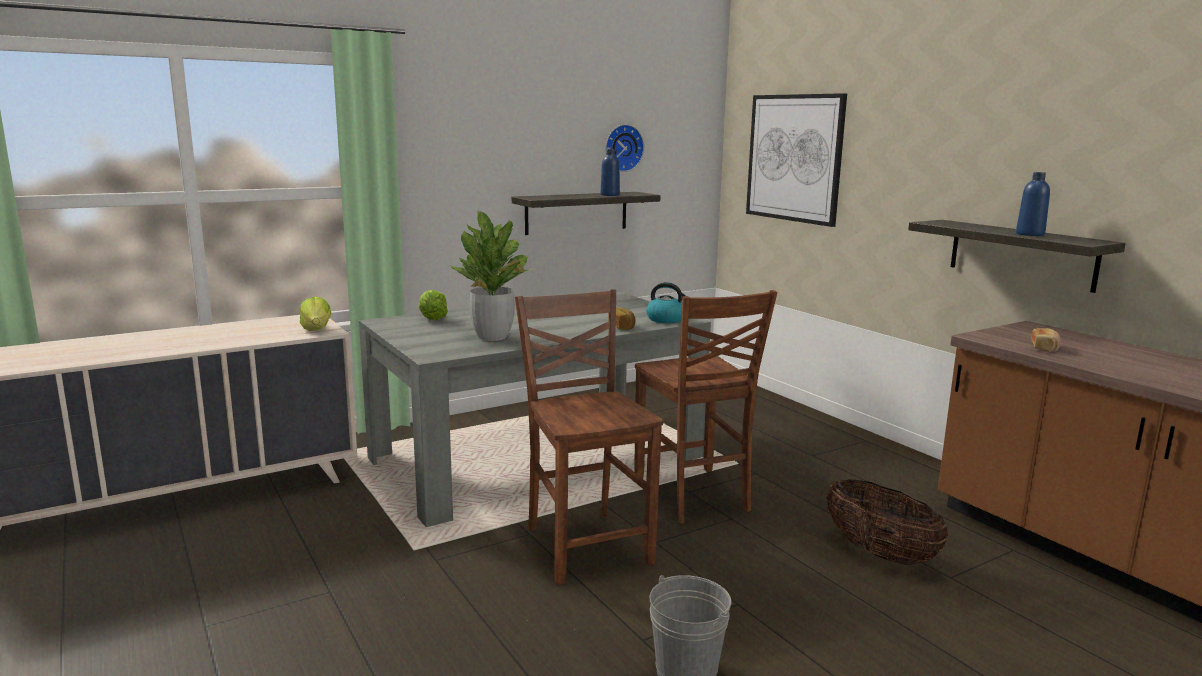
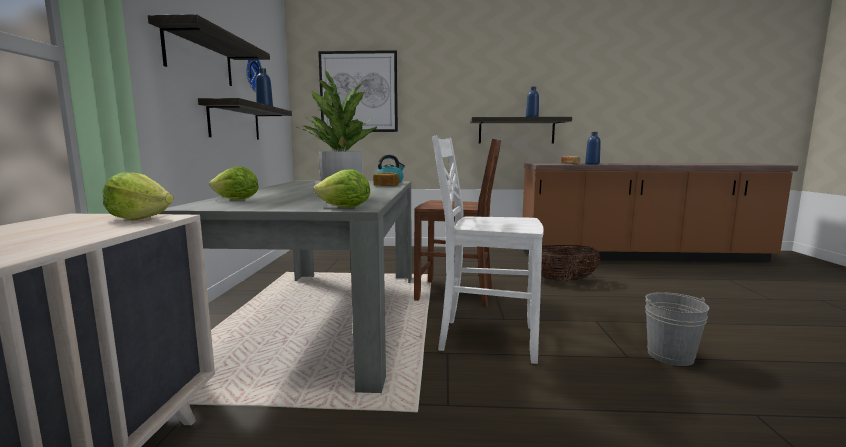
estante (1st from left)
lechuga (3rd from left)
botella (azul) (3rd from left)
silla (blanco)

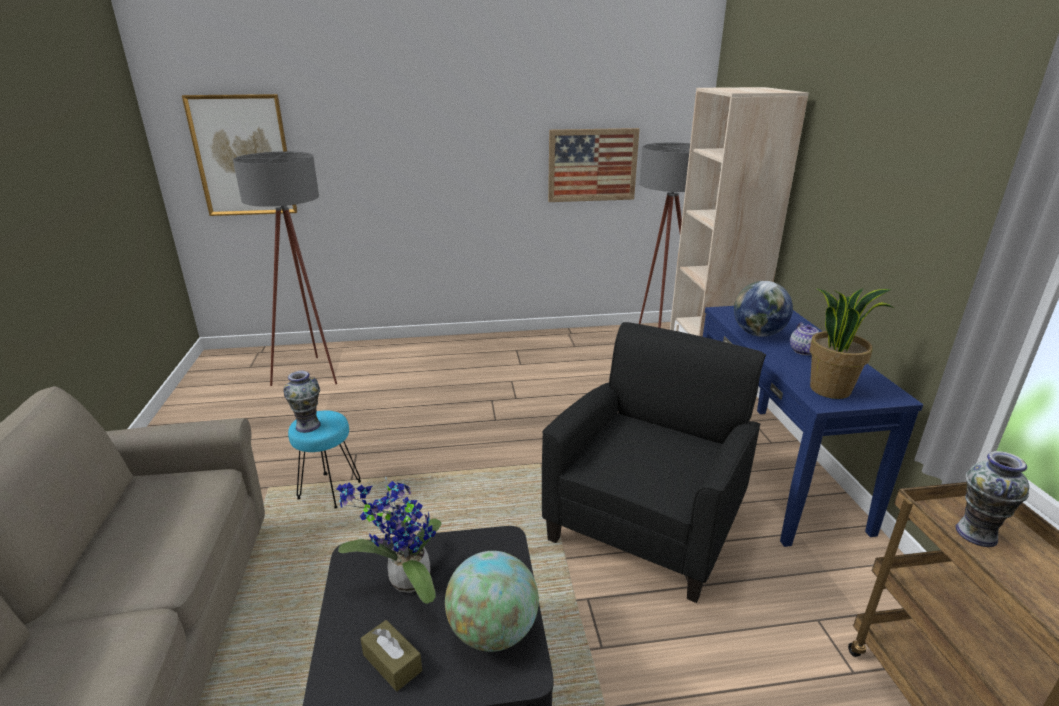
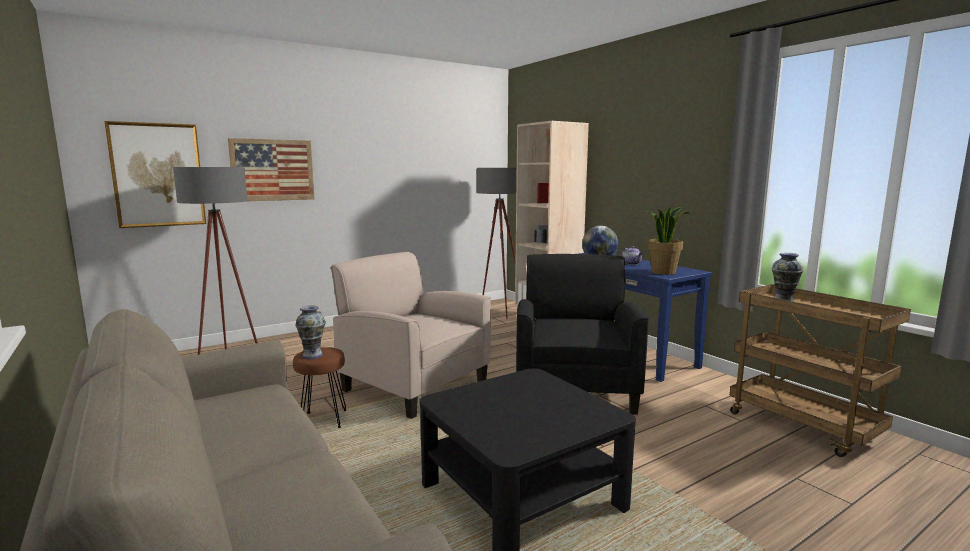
planta en maceta (1st from left in the first image)
caja de pañuelos (marrón)
globo terráqueo (1st from left in the first image)
sillón (beis)
cuadro (2nd from left)
taburete (marrón)

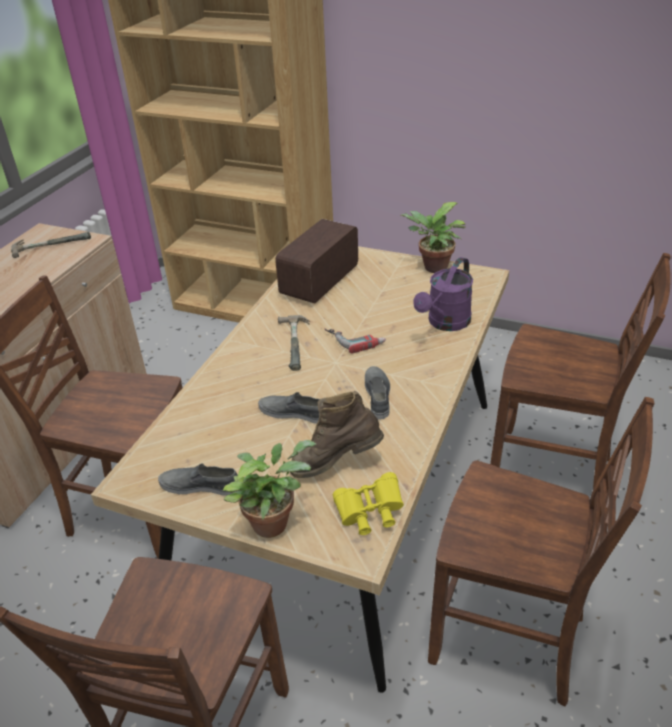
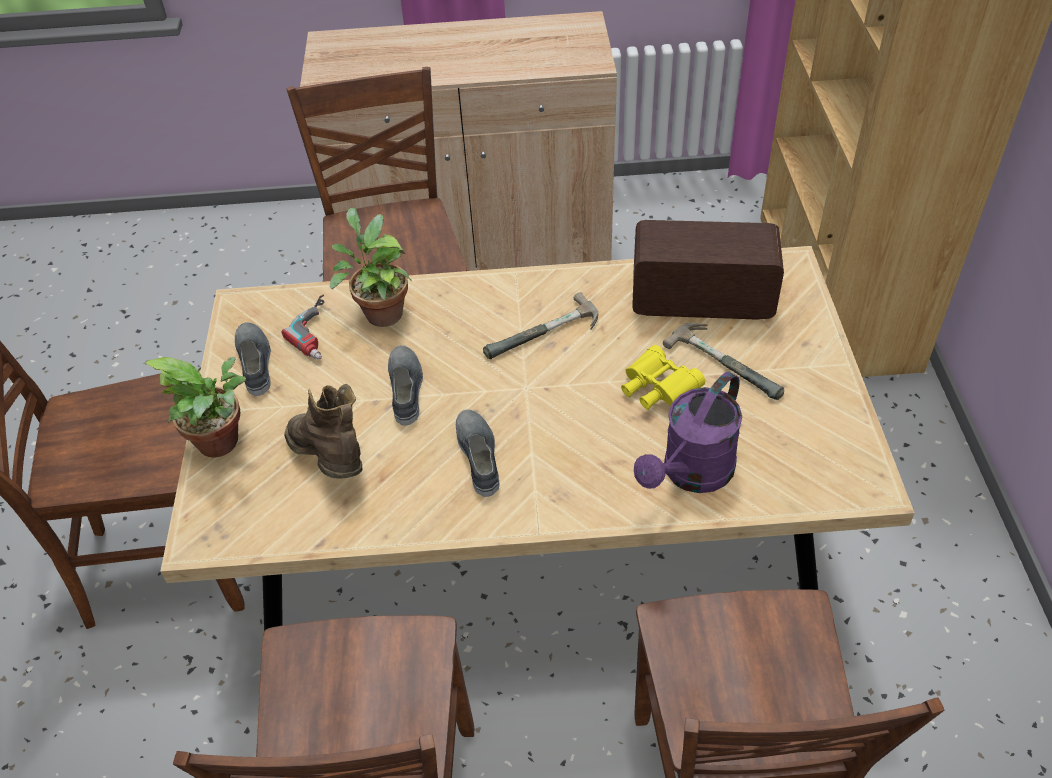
martillo (2nd from left)
taladro
prismáticos (amarillo)
planta en maceta (2nd from left)
zapato (gris) (3rd from left)
regadera (morado)

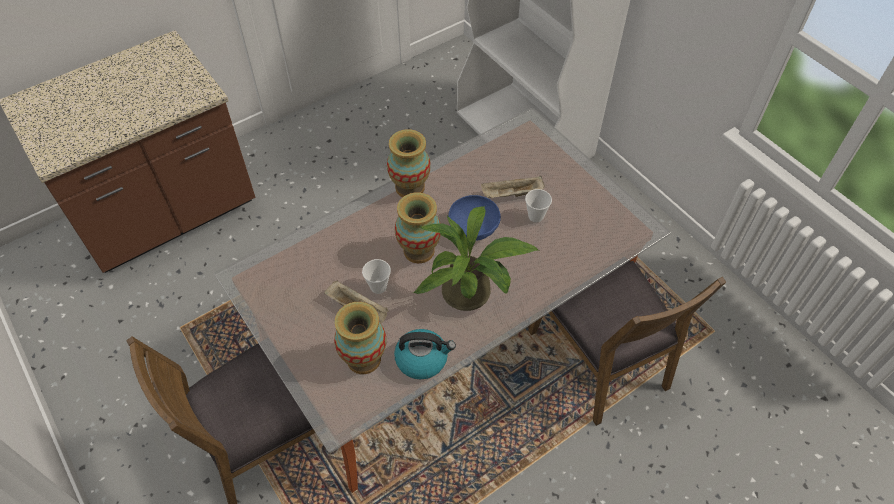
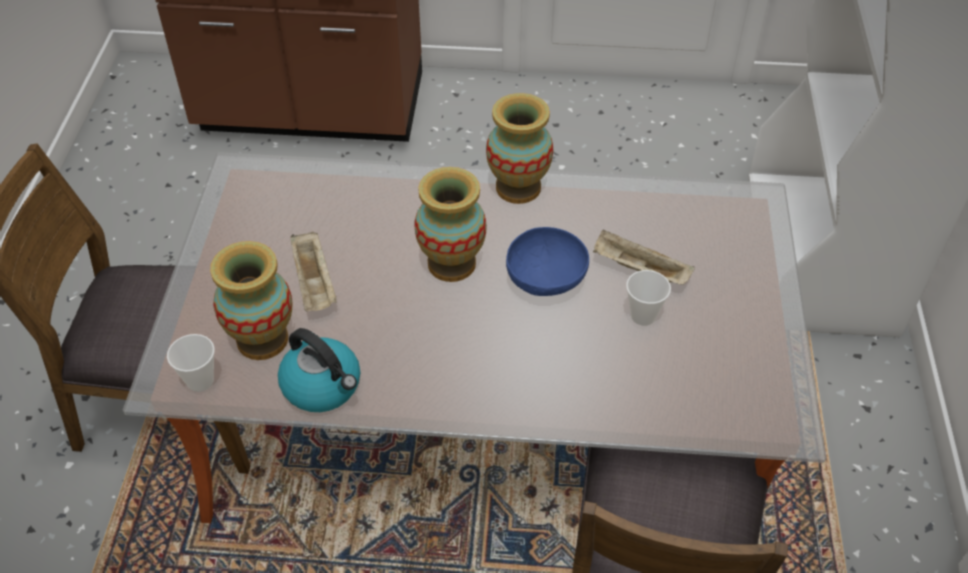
planta en maceta
taza (1st from left)

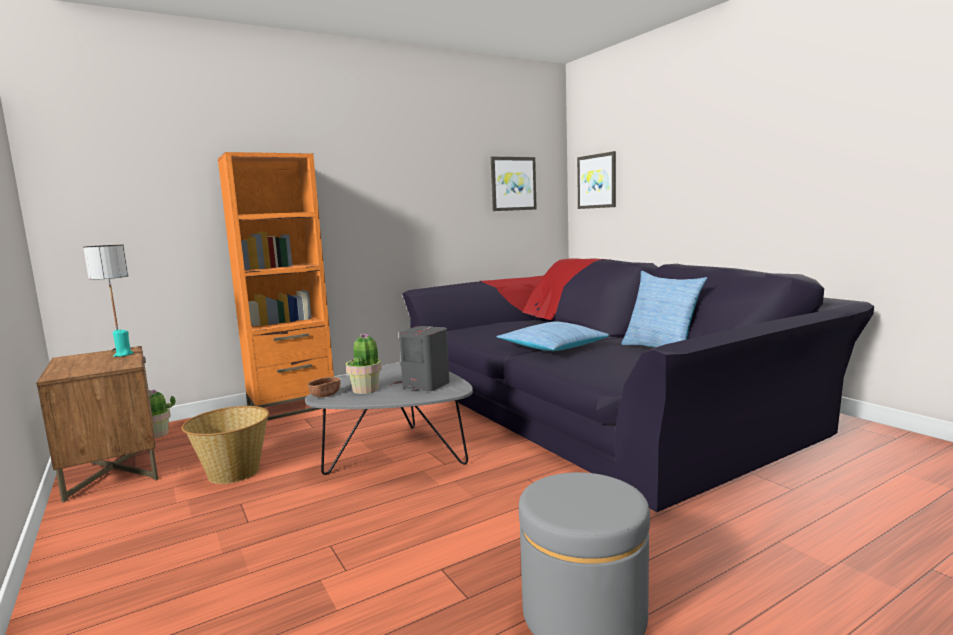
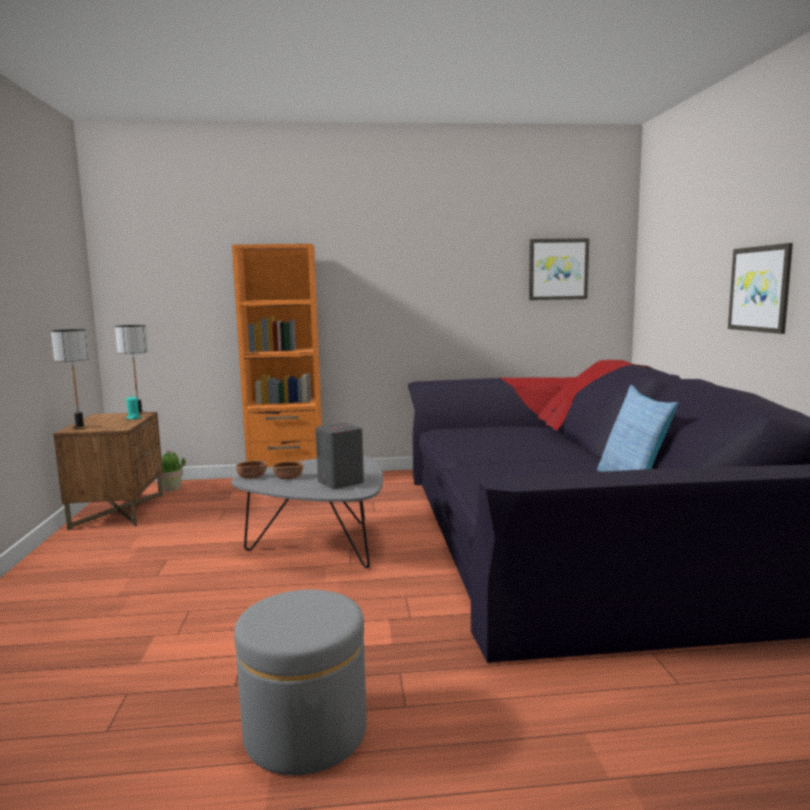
cesta
cojín (1st from left in the first image)
lámpara de mesa (1st from left)
cuadro (2nd from left)
cuenco (marrón) (2nd from left)

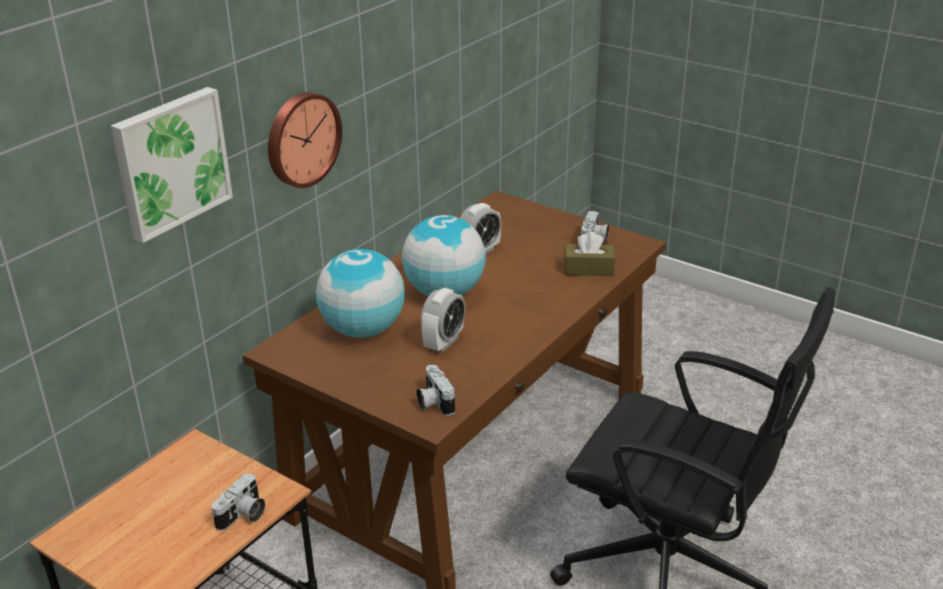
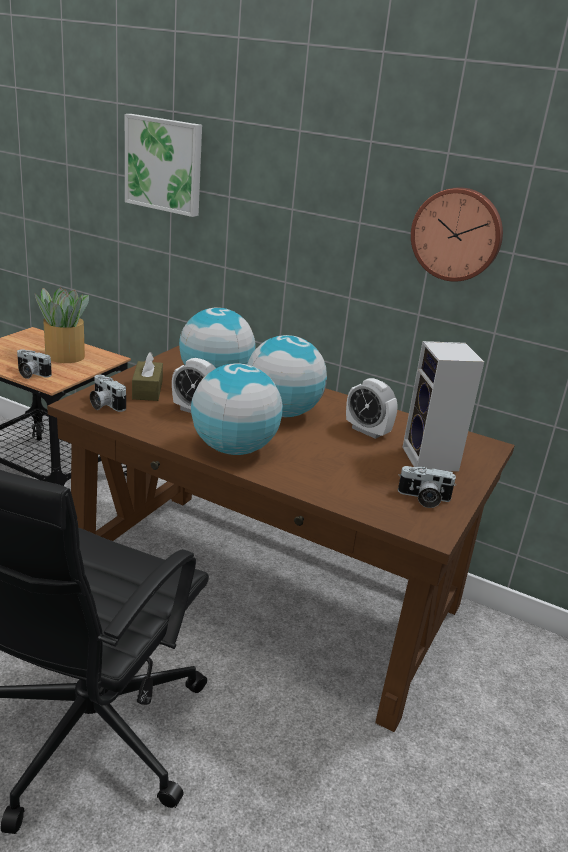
planta en maceta
globo terráqueo (2nd from left)
altavoz
reloj de pared
caja de pañuelos (marrón)
cámara (2nd from left)

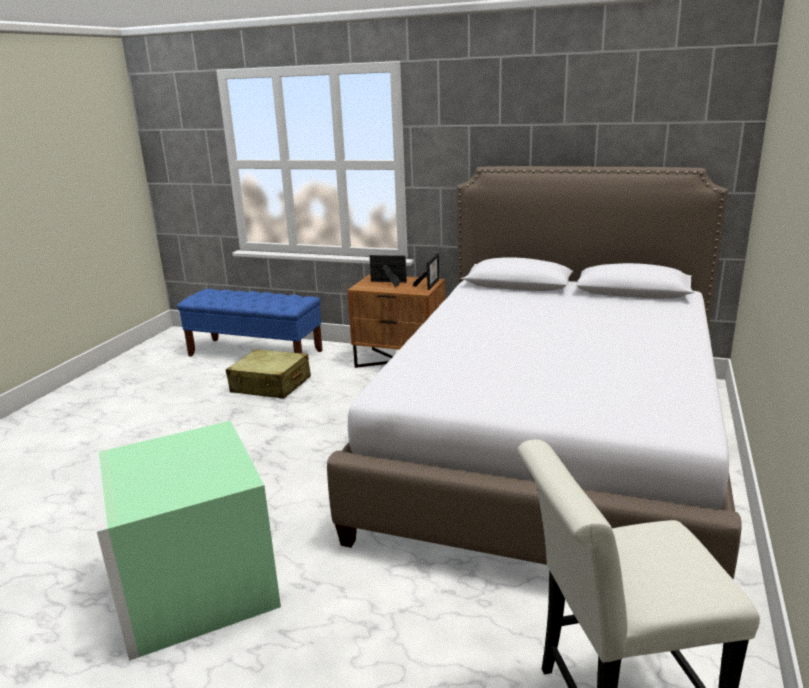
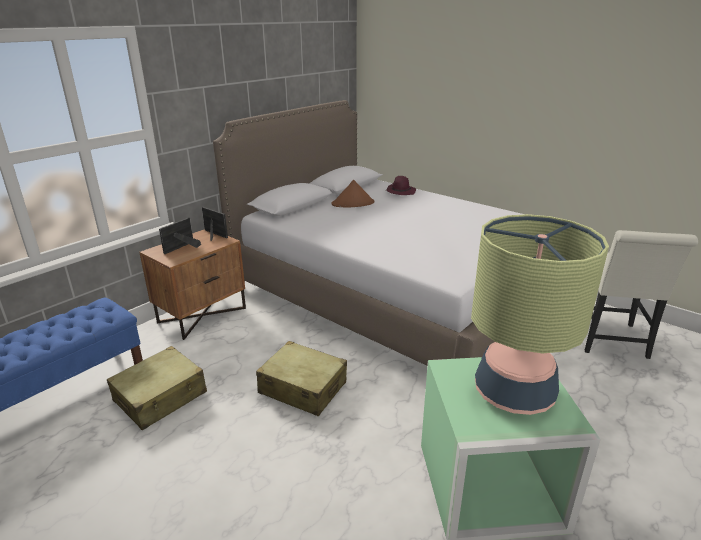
maleta (beis) (2nd from left)
sombrero (marrón)
sombrero (morado)
lámpara de mesa

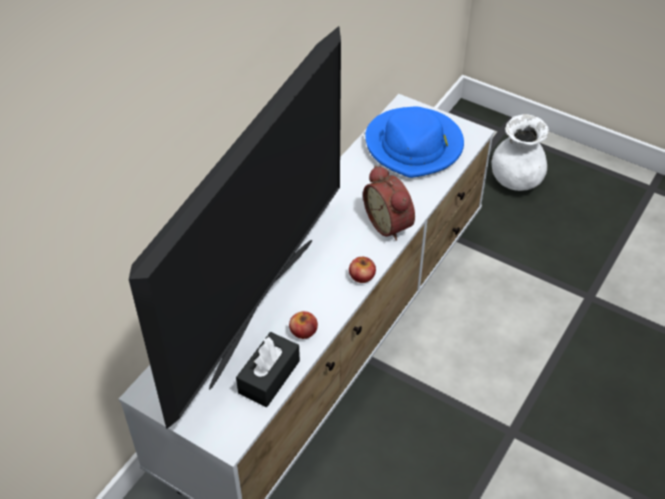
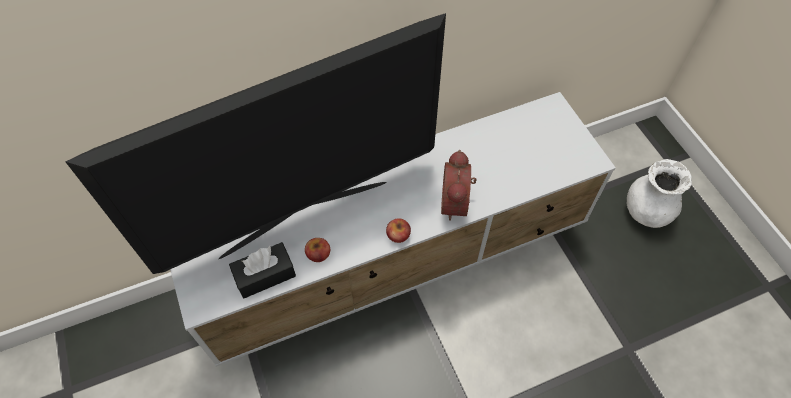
sombrero (azul)

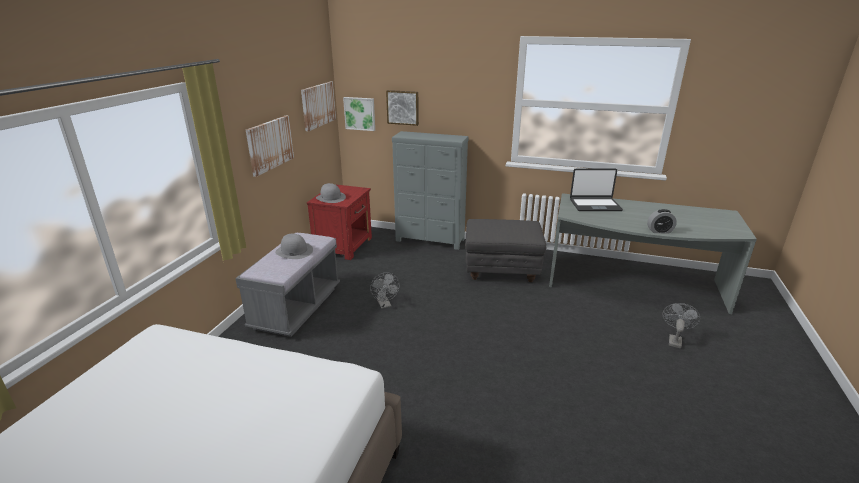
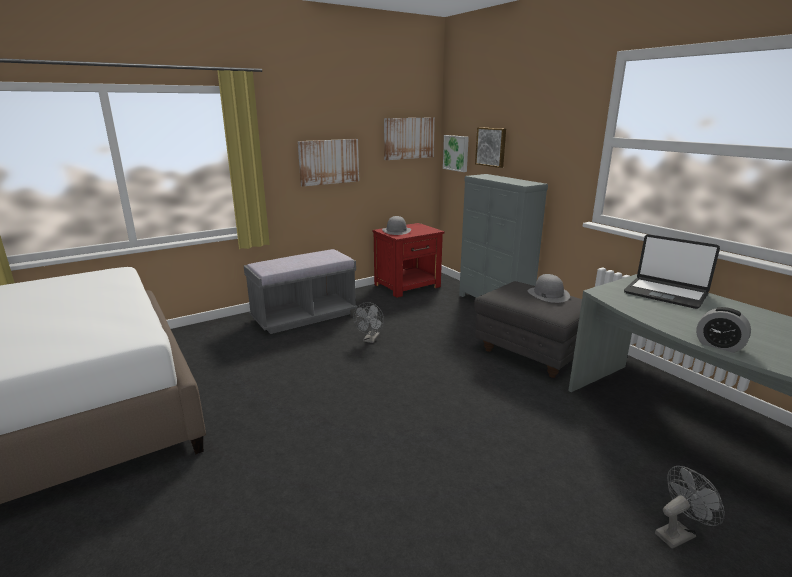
sombrero (gris) (2nd from left)

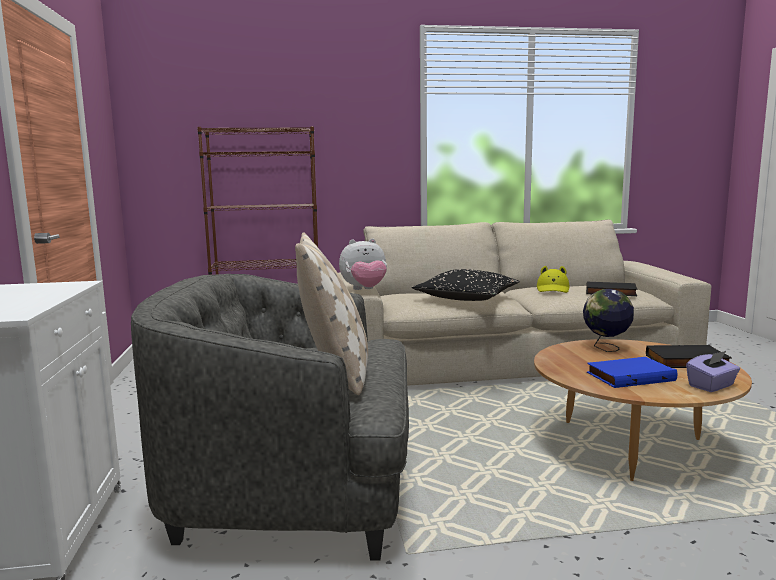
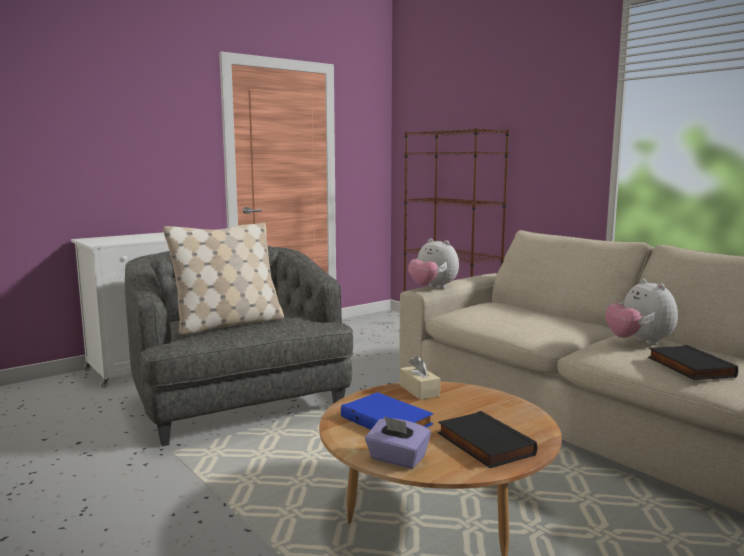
cojín (negro)
globo terráqueo
caja de pañuelos (beis)
peluche (2nd from left)

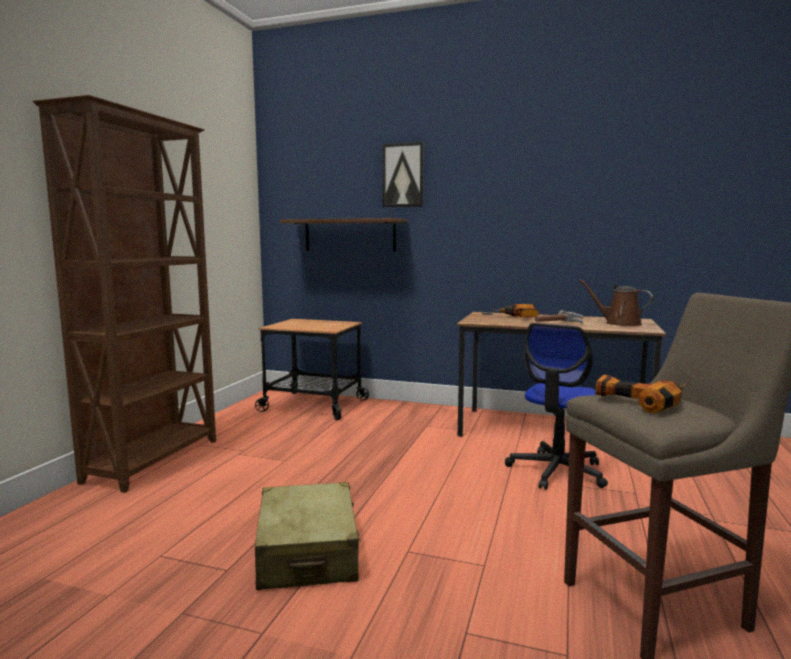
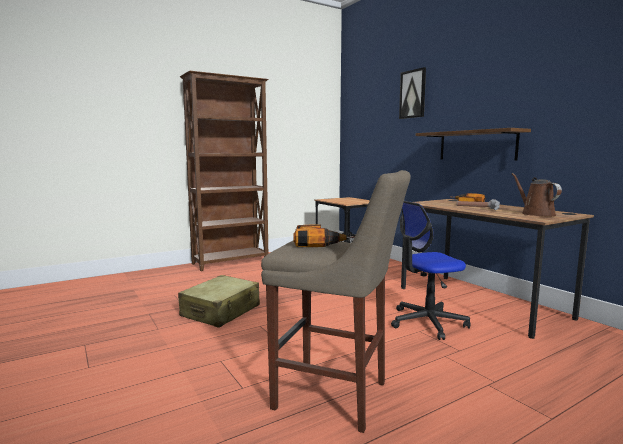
estante (marrón)

